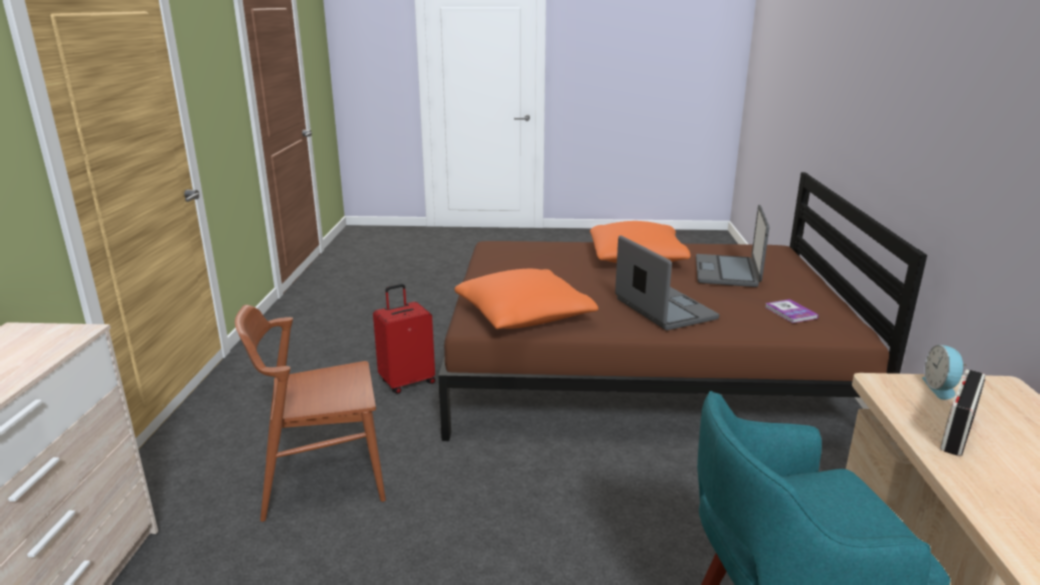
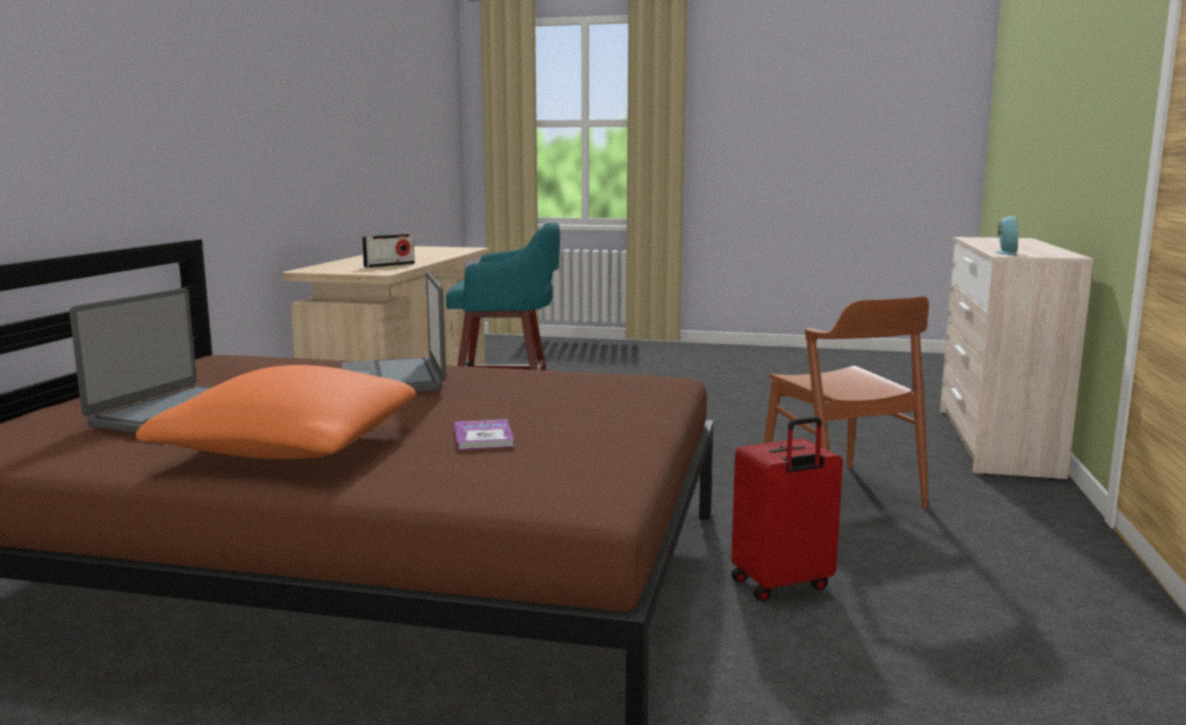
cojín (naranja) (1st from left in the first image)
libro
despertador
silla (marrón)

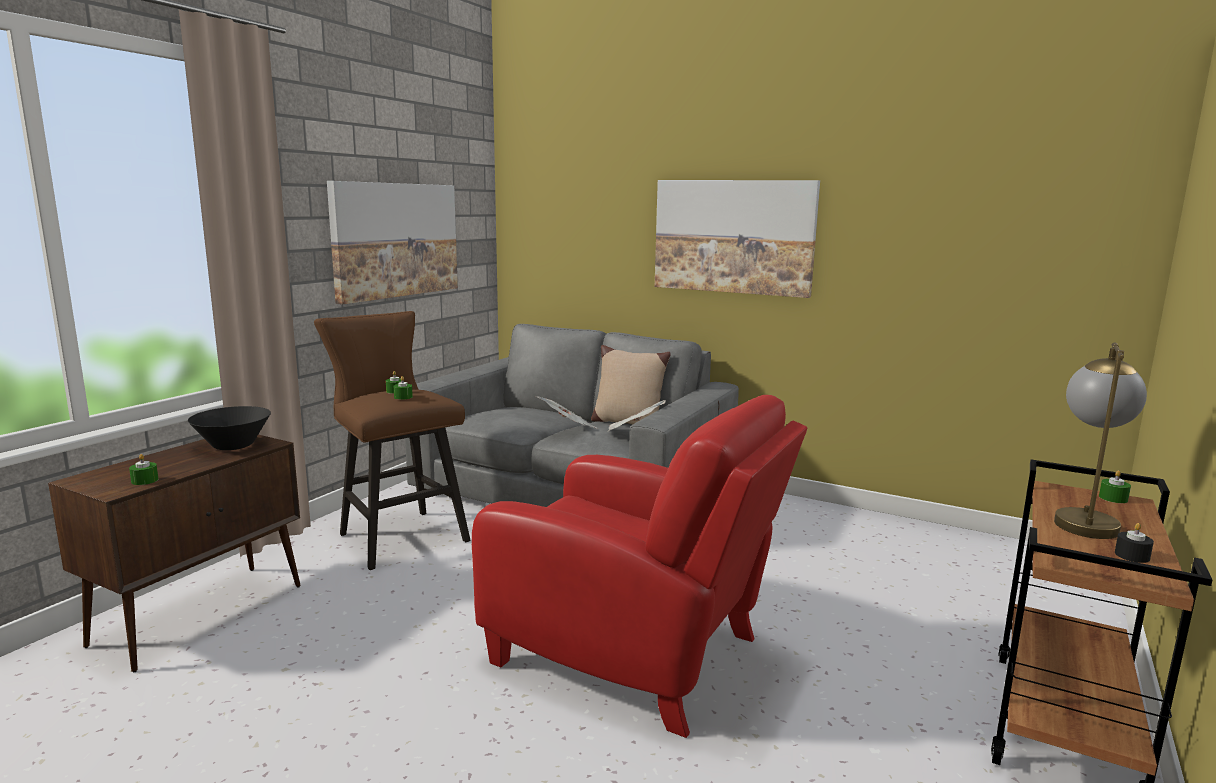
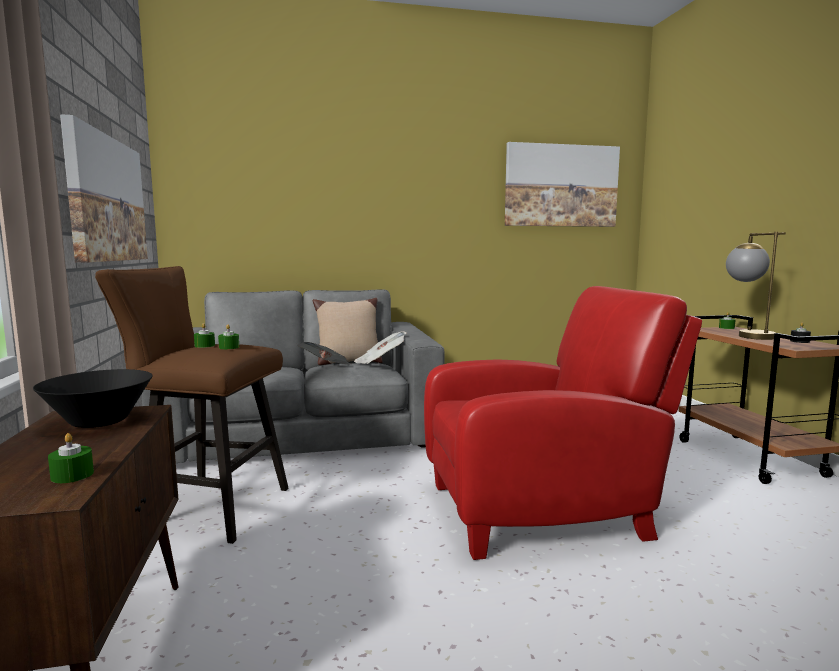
cuadro (2nd from left)

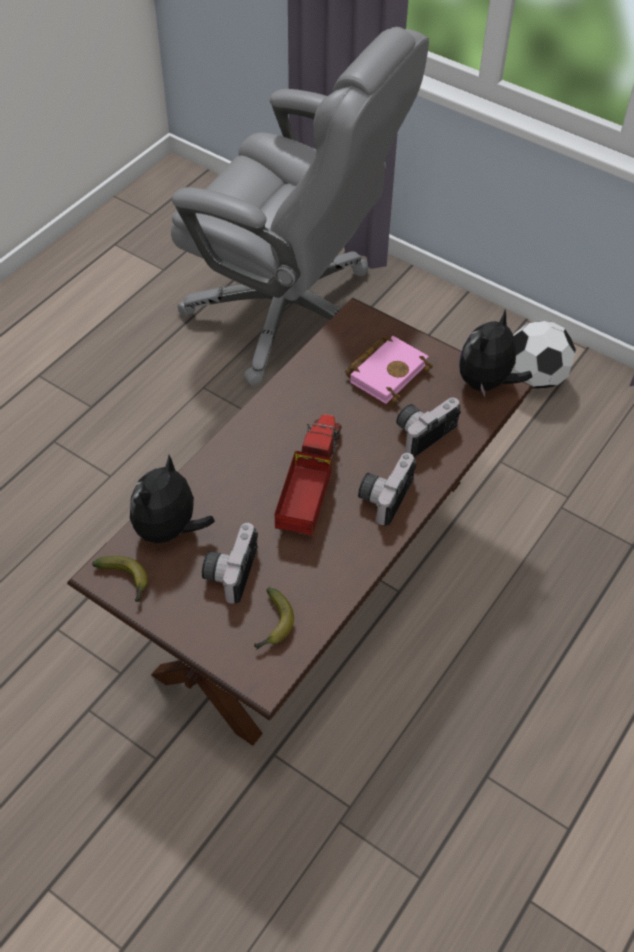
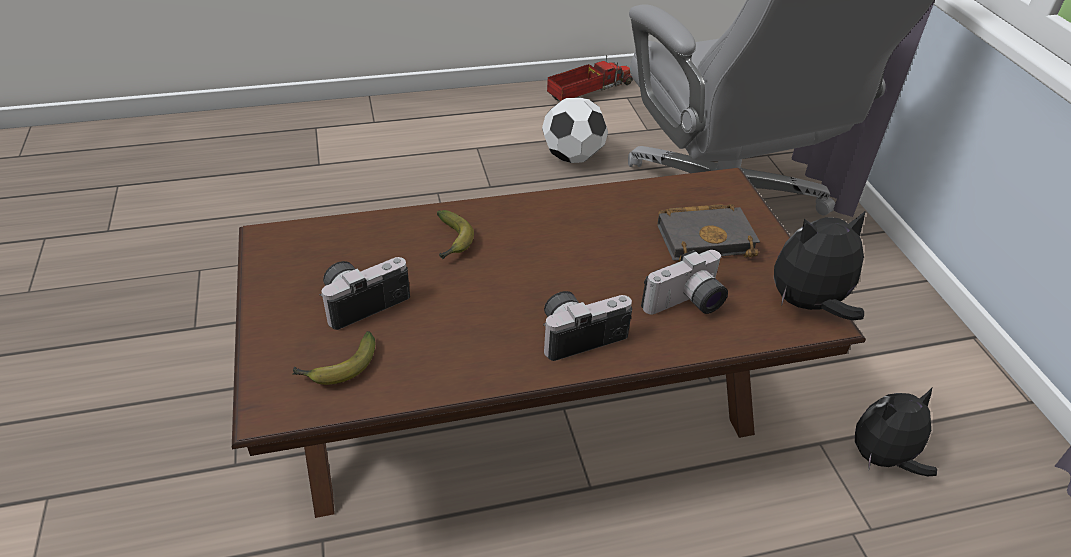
plátano (2nd from left)
peluche (2nd from left)
camión de juguete
balón de fútbol
libro (negro)
cámara (3rd from left)

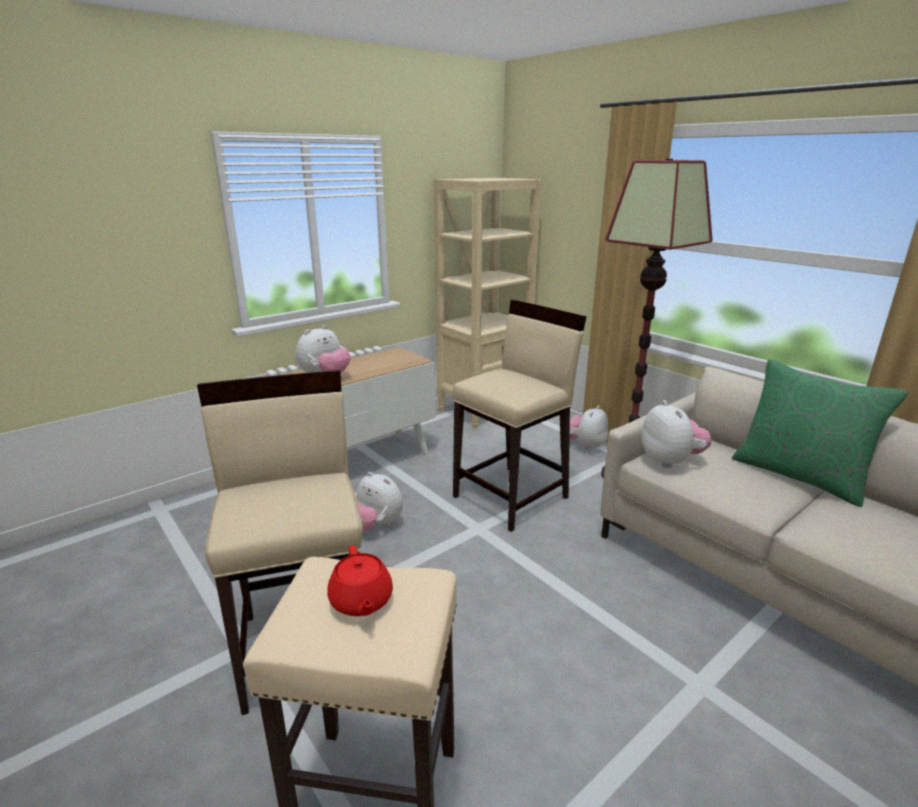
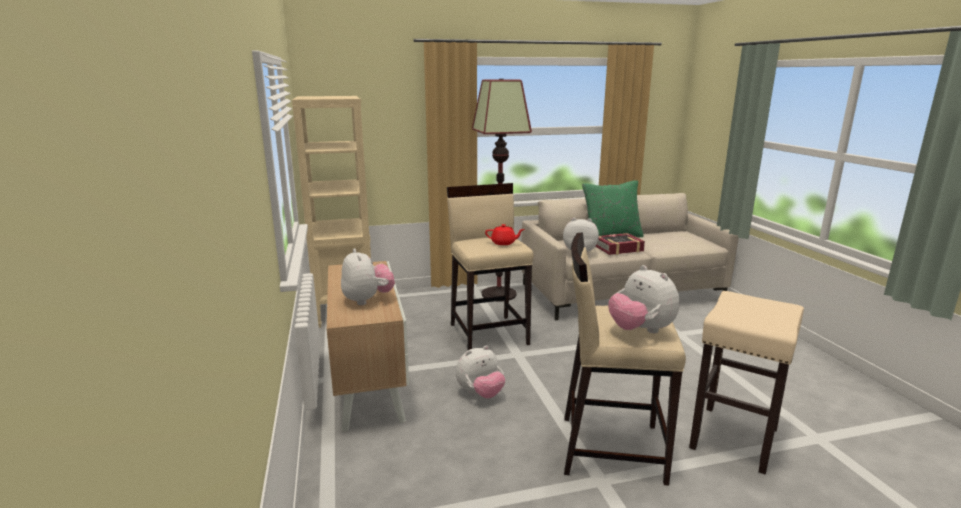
libro
tetera (rojo)
peluche (4th from left)

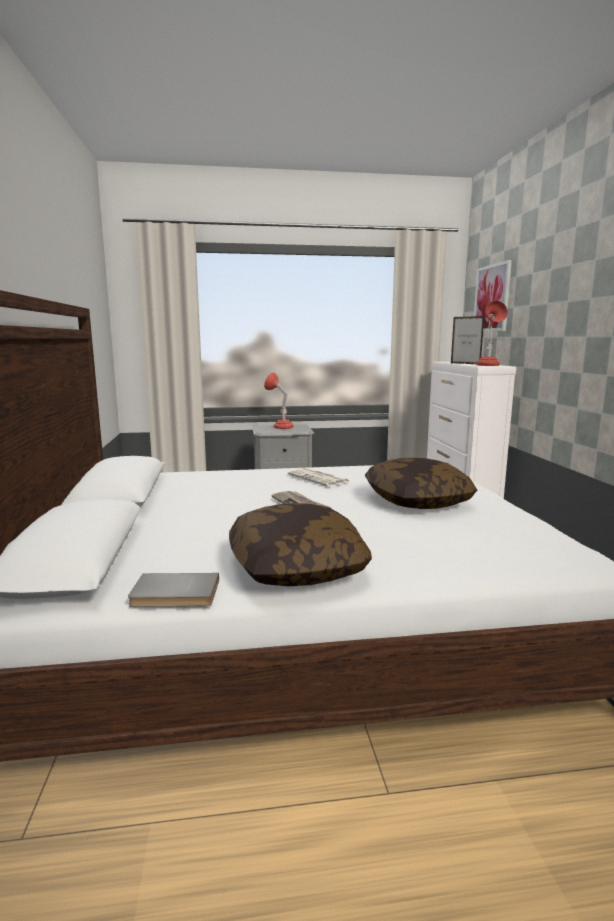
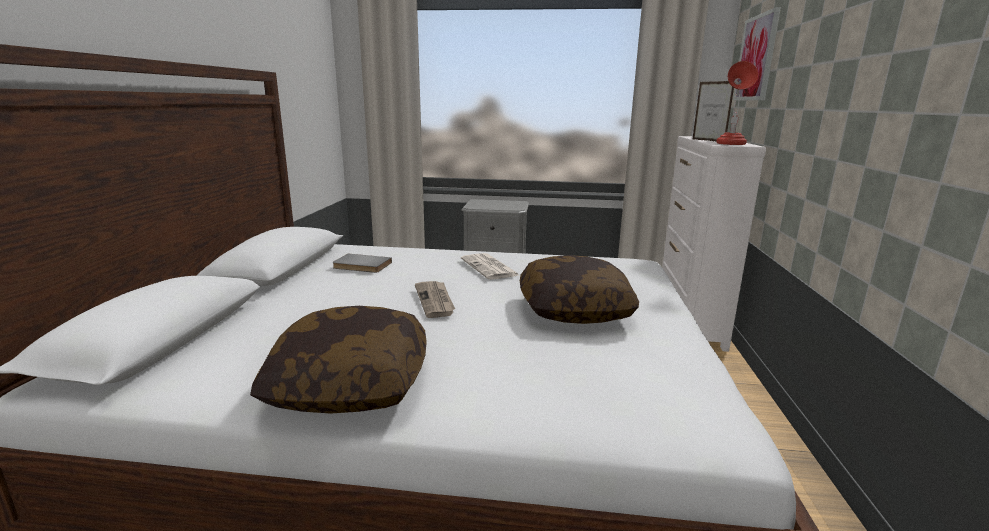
lámpara de mesa (rojo) (1st from left in the first image)
libro (gris)

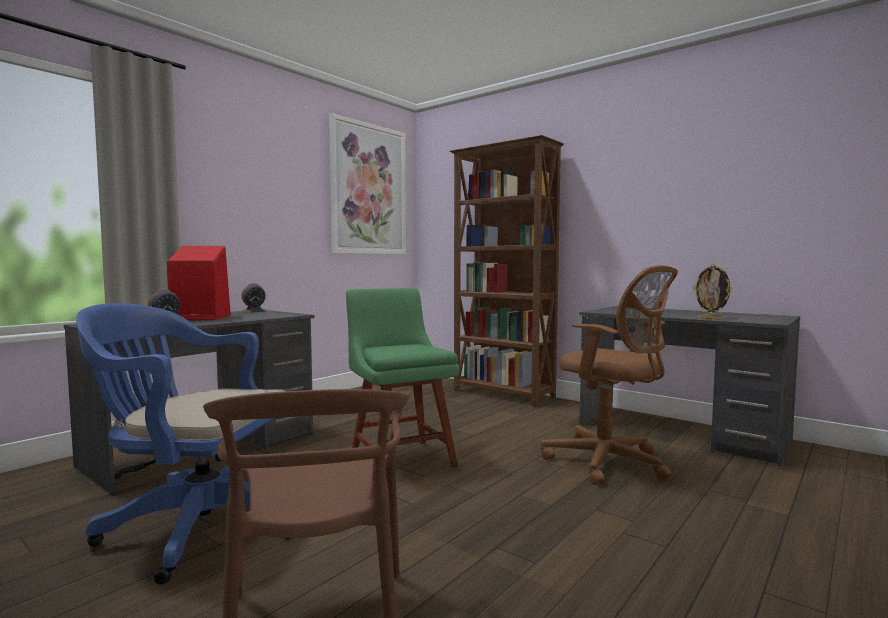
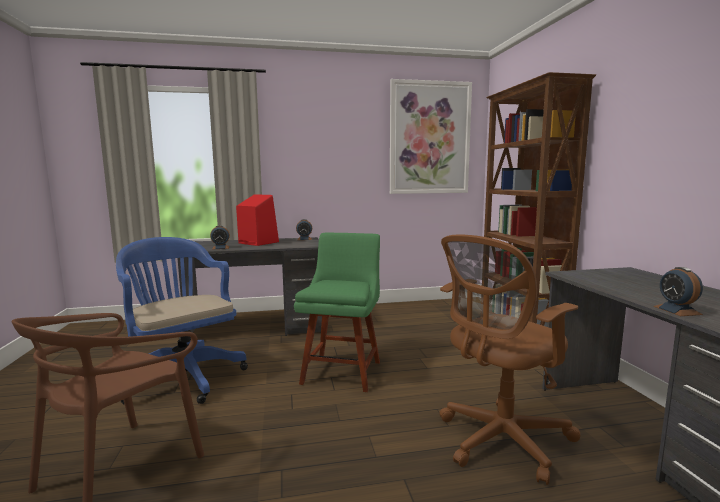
despertador (3rd from left)
silla de oficina (marrón)

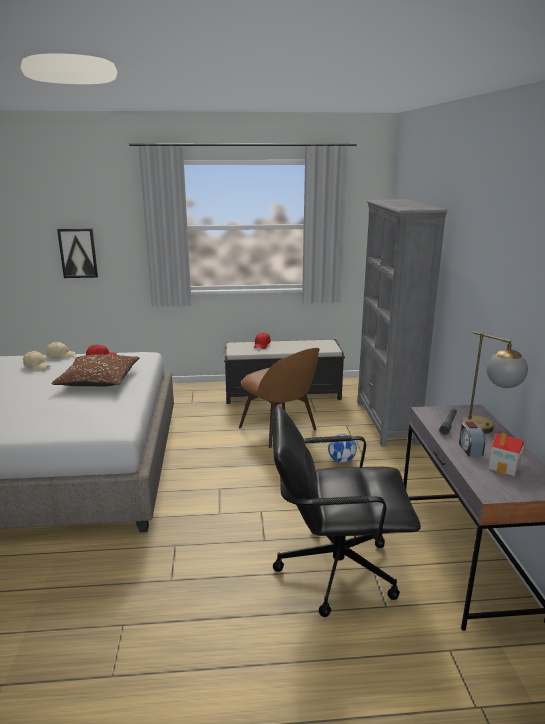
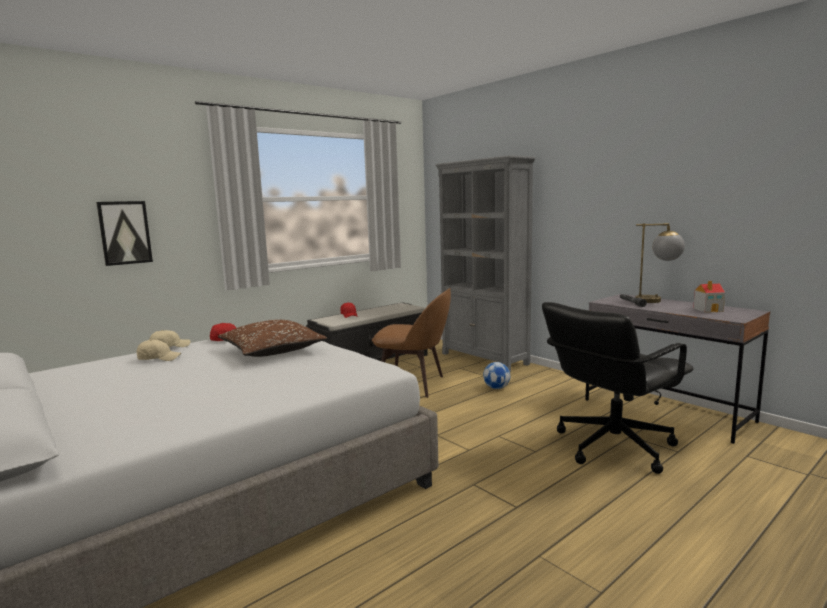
despertador

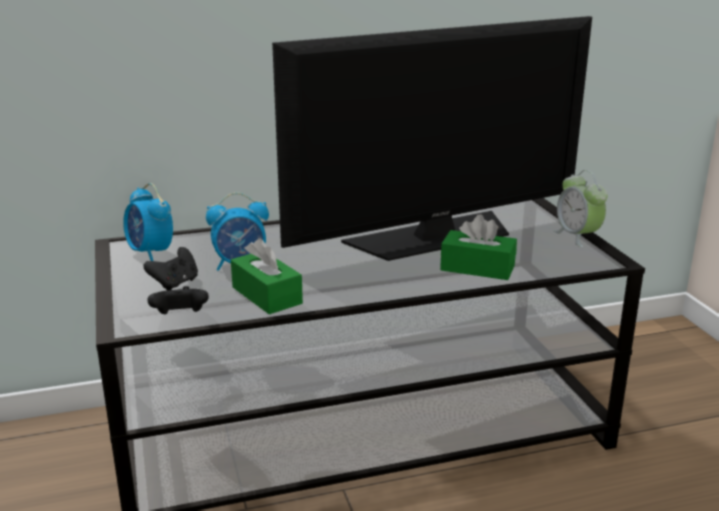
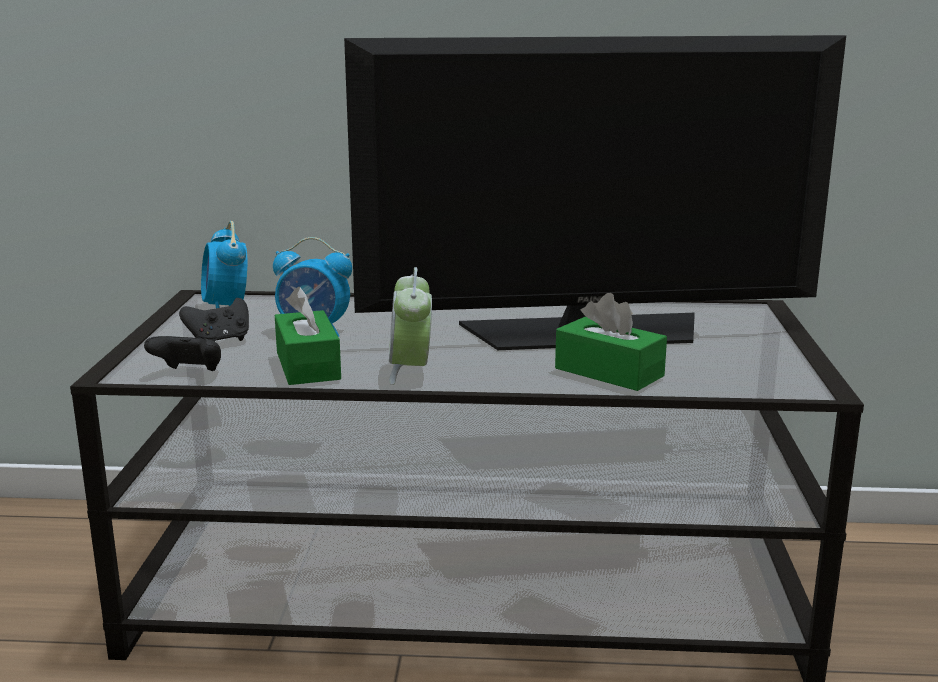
despertador (3rd from left)

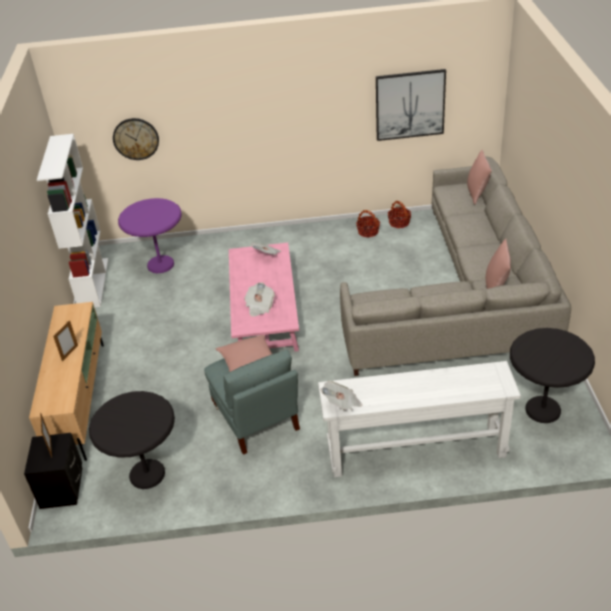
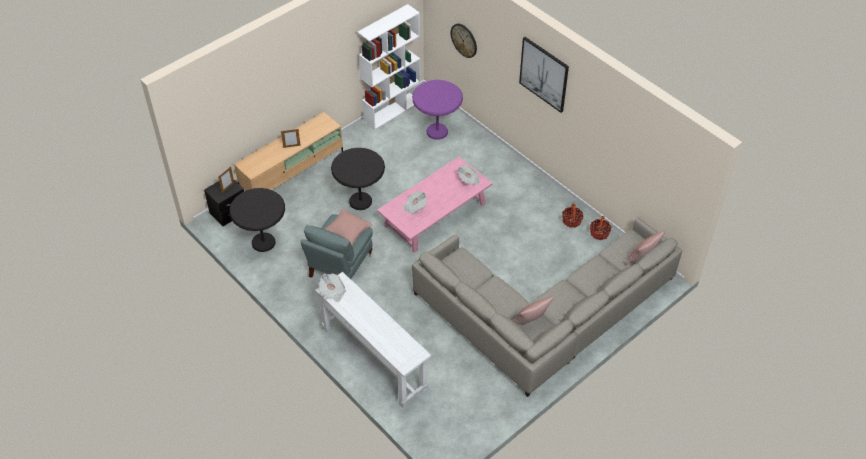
cuadro
mesa auxiliar (negro) (2nd from left)

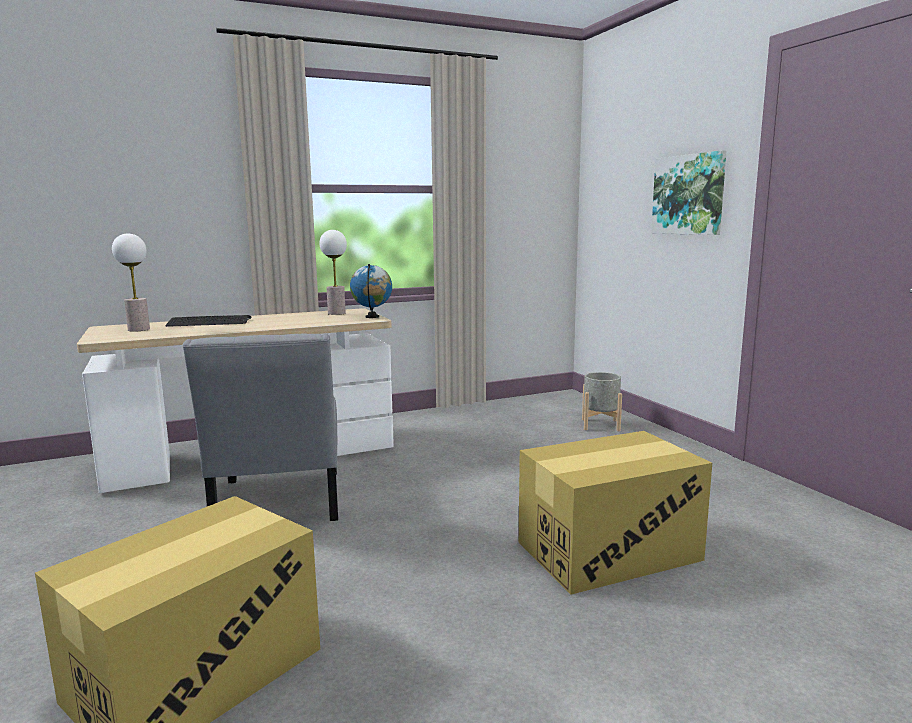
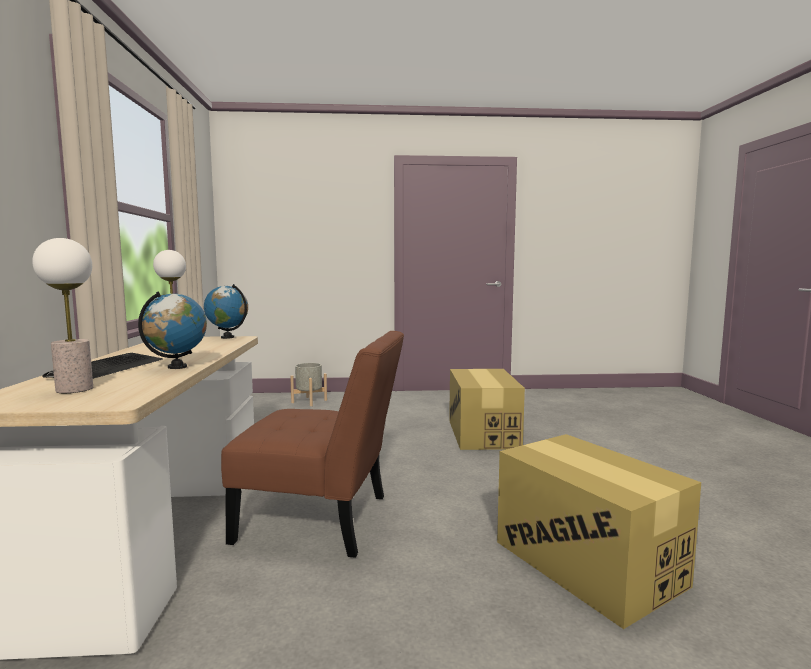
cuadro
globo terráqueo (1st from left)
silla (marrón)

